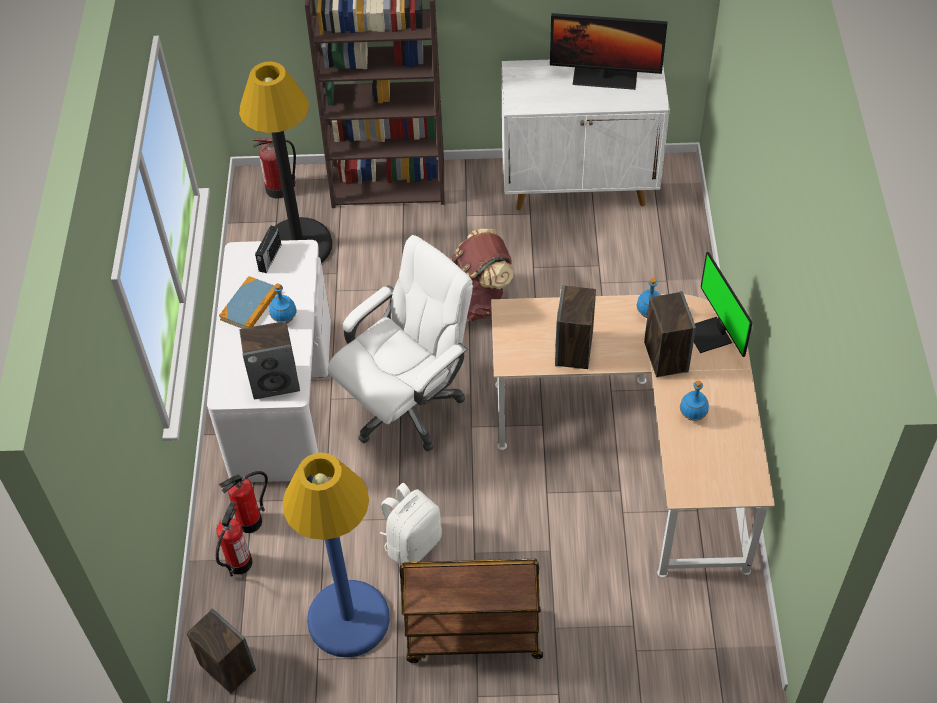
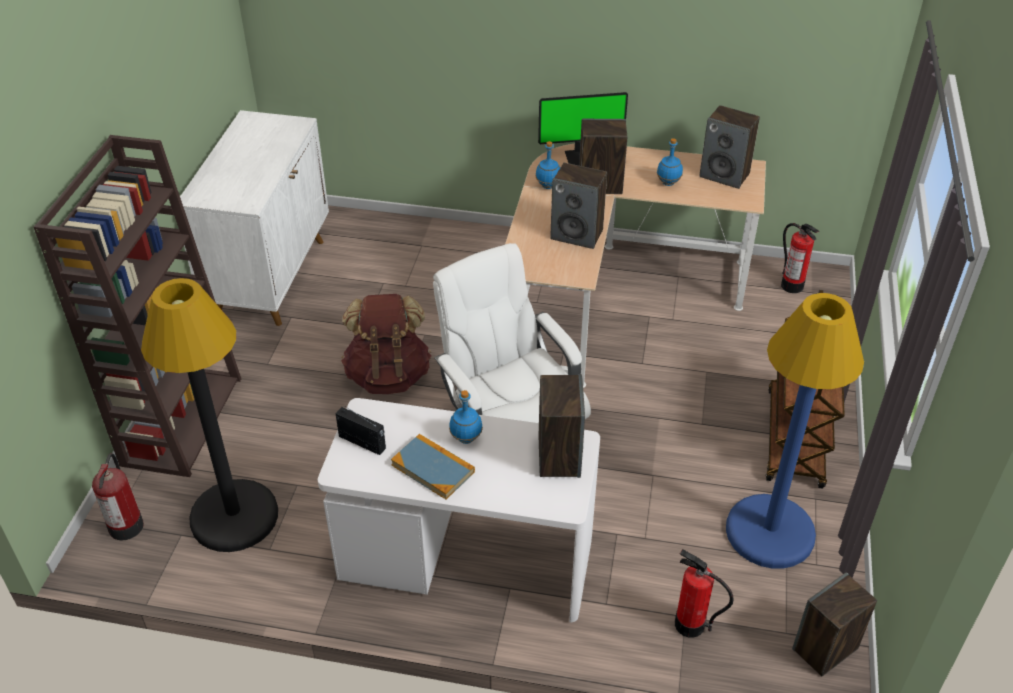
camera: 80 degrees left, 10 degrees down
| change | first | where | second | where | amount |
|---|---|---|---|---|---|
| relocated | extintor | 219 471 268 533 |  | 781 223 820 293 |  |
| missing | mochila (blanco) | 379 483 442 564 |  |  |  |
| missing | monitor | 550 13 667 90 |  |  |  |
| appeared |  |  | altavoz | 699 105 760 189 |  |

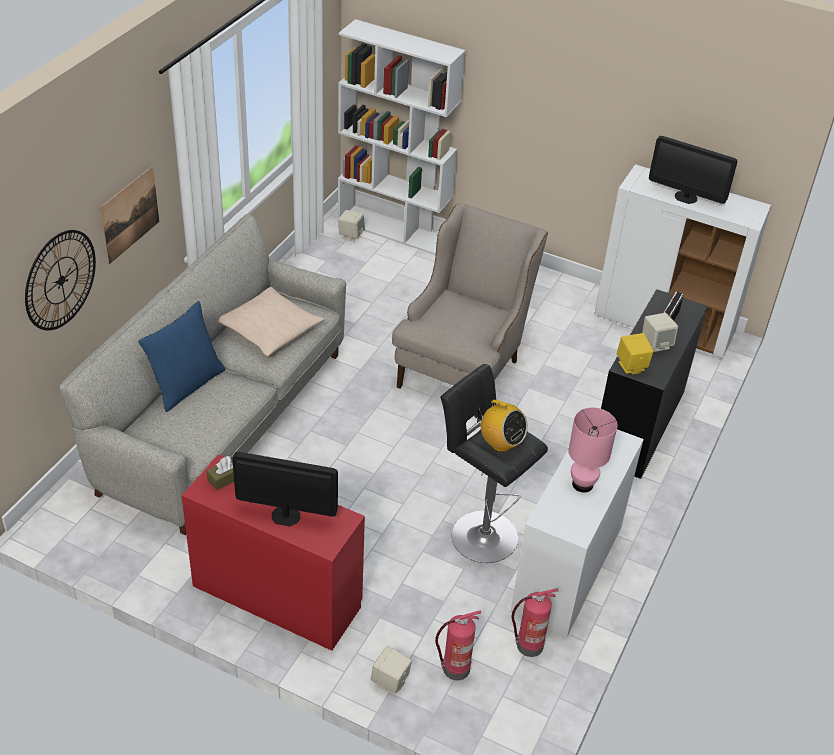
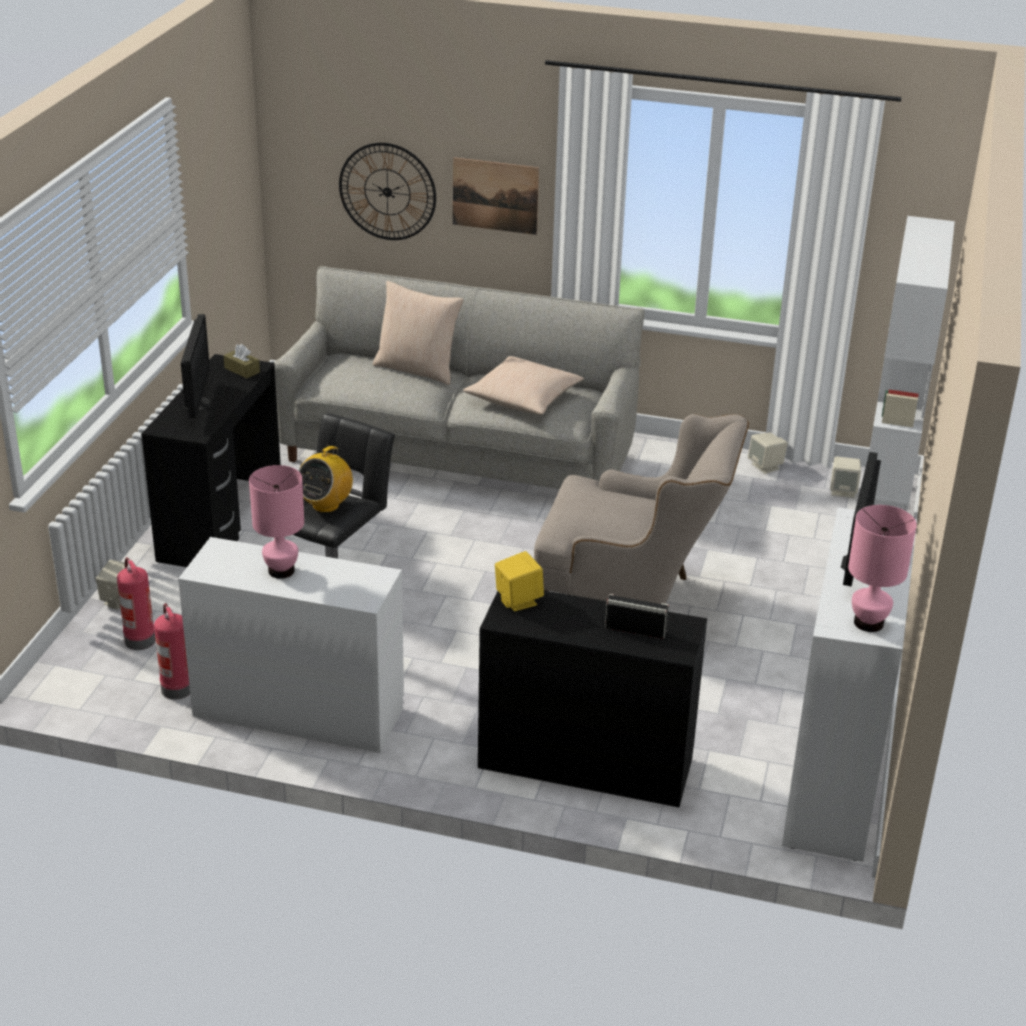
camera: 80 degrees right, 10 degrees down
| change | first | where | second | where | amount |
|---|---|---|---|---|---|
| colour | cojín (azul) | 138 301 225 412 | cojín (beis) | 373 281 464 385 |  |
| colour | escritorio (rojo) | 182 454 365 651 | escritorio (negro) | 141 354 281 567 |  |
| relocated | altavoz (beis) | 642 313 678 352 |  | 748 432 788 474 |  |
| appeared |  |  | lámpara de mesa (rosa) | 848 505 917 632 |  |

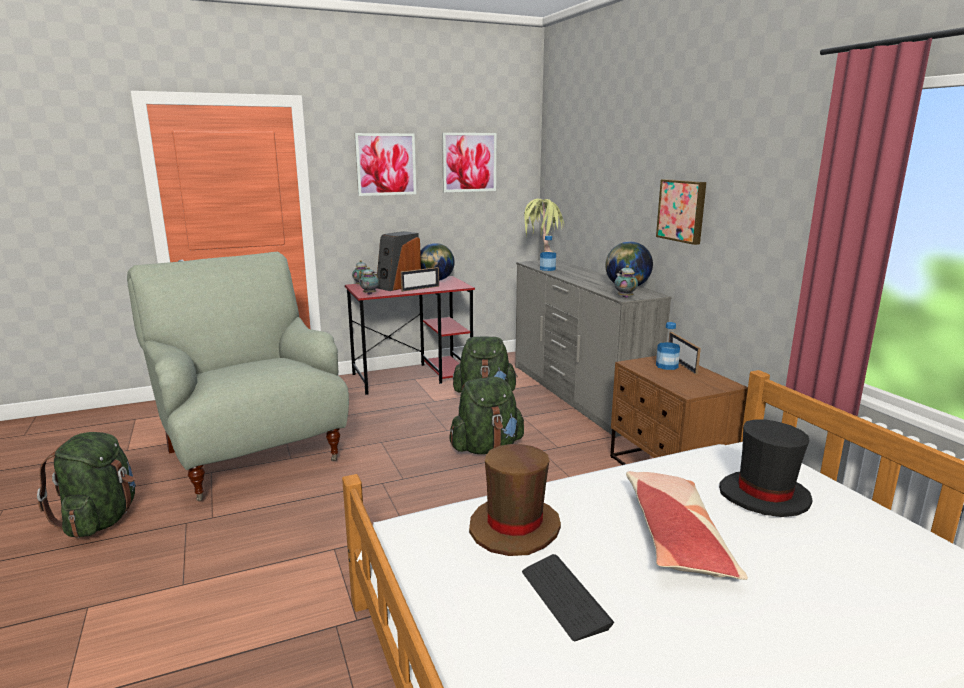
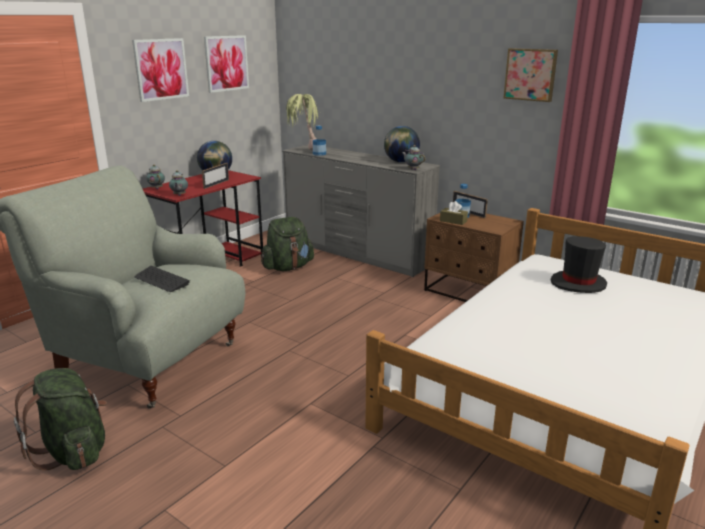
camera: 30 degrees left, 5 degrees up
| change | first | where | second | where | amount |
|---|---|---|---|---|---|
| missing | altavoz | 377 231 421 291 |  |  |  |
| missing | mochila (verde) | 449 377 524 454 |  |  |  |
| missing | sombrero (marrón) | 469 444 561 556 |  |  |  |
| relocated | teclado | 522 554 614 641 |  | 134 266 190 292 |  |
| missing | cojín | 626 471 748 580 |  |  |  |
| relocated | cuadro | 656 179 706 245 |  | 504 48 558 102 |  |
| appeared |  |  | caja de pañuelos (marrón) | 440 201 468 225 |  |

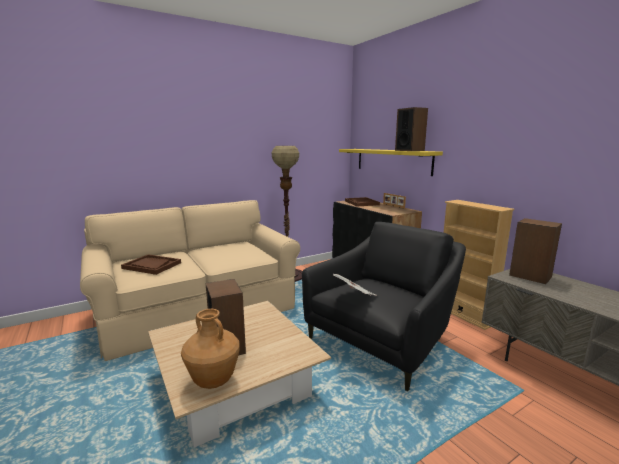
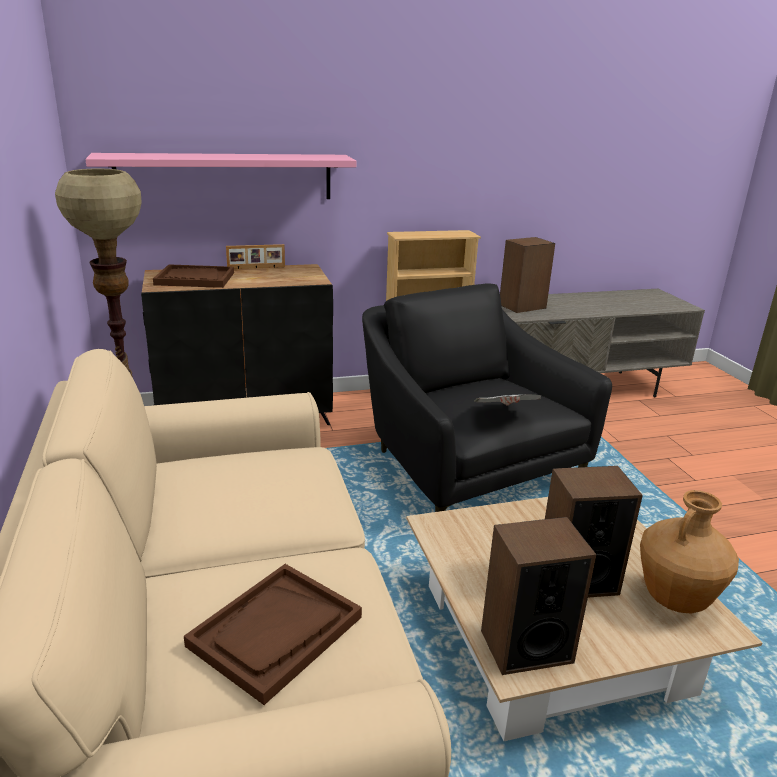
camera: 75 degrees left, 10 degrees up
| change | first | where | second | where | amount |
|---|---|---|---|---|---|
| colour | estante (amarillo) | 339 149 443 176 | estante (rosa) | 85 153 356 199 |  |
| relocated | altavoz | 395 107 428 151 |  | 481 517 596 675 |  |

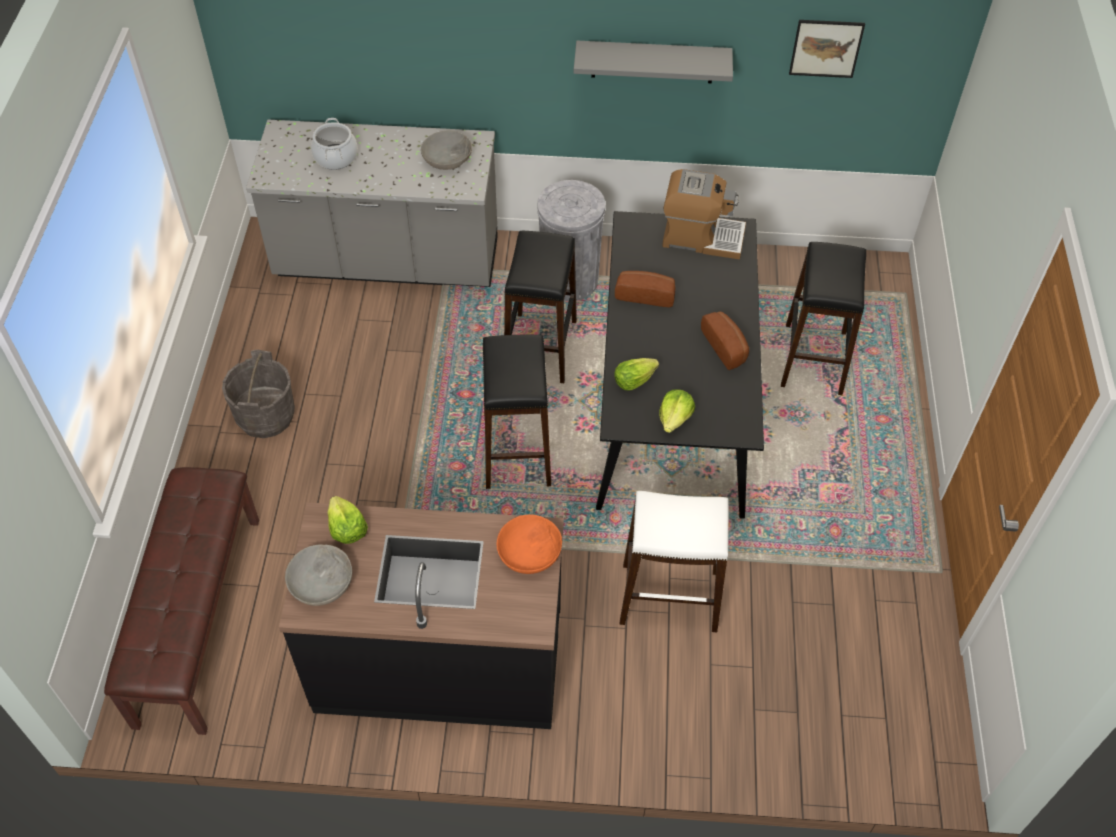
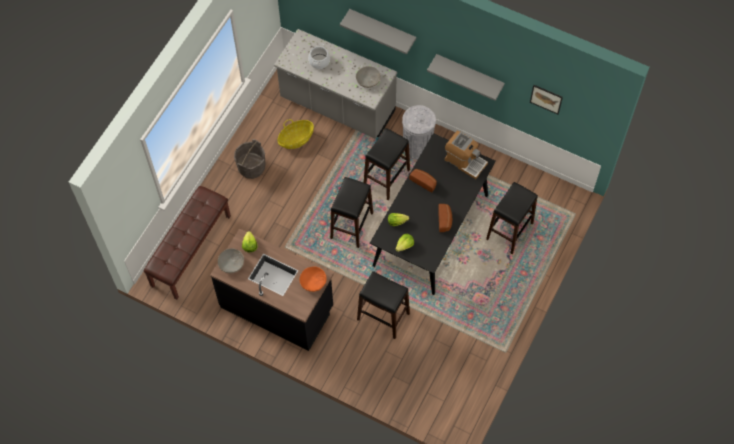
camera: 25 degrees right, 10 degrees up
| change | first | where | second | where | amount |
|---|---|---|---|---|---|
| colour | taburete (blanco) | 620 491 729 632 | taburete (negro) | 357 271 410 339 |  |
| appeared |  |  | cesta | 278 119 314 149 |  |
| appeared |  |  | estante (gris) | 340 9 416 55 |  |

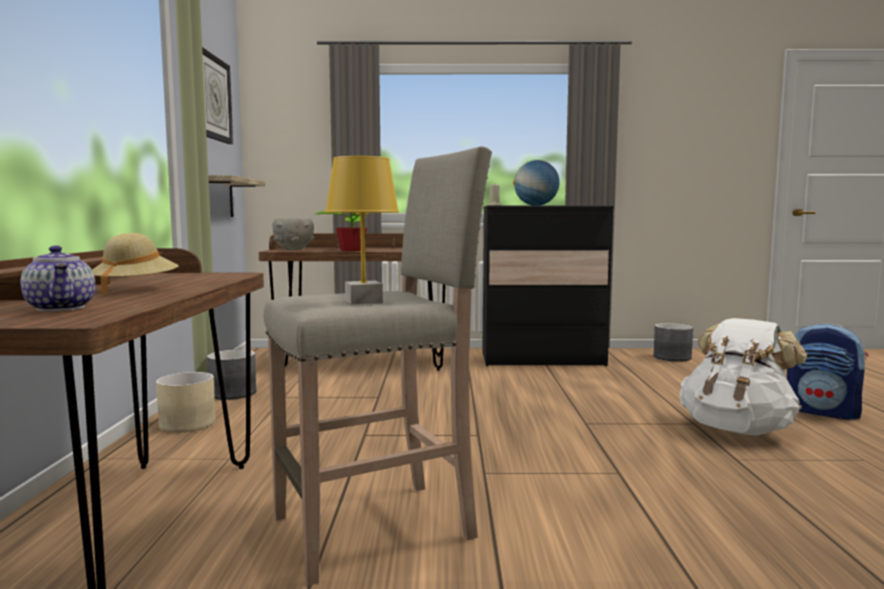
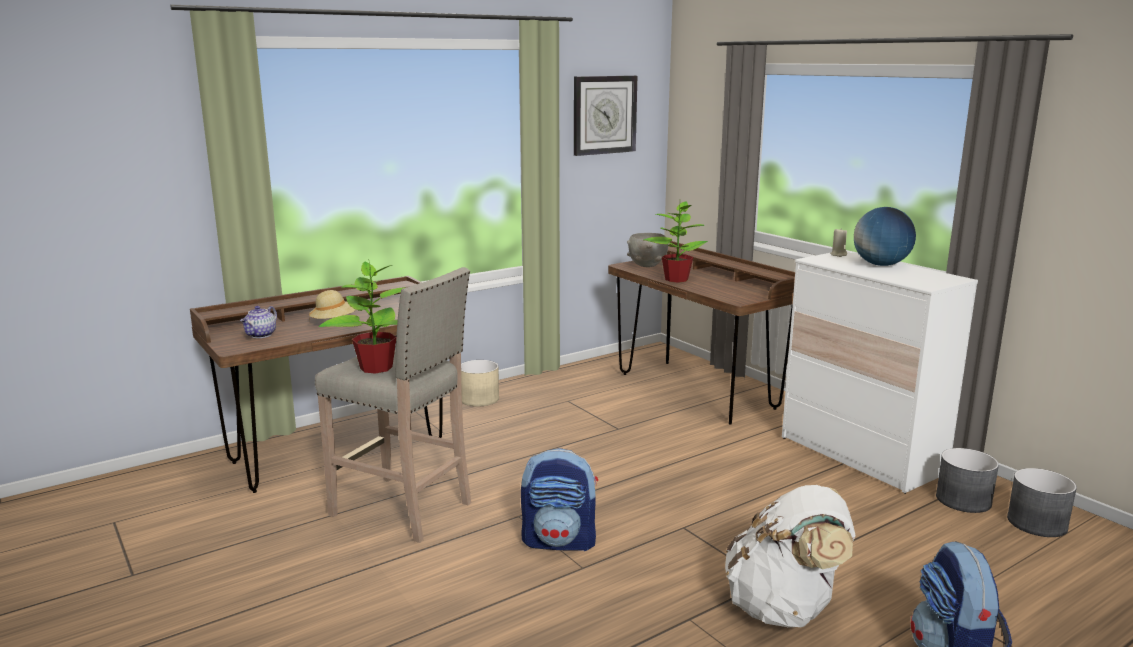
camera: 55 degrees right, 10 degrees up
| change | first | where | second | where | amount |
|---|---|---|---|---|---|
| relocated | maceta (gris) | 207 350 256 400 |  | 936 448 999 513 |  |
| missing | estante | 208 175 266 217 |  |  |  |
| exchanged | lámpara de mesa (amarillo) | 325 156 399 304 | planta en maceta | 319 259 403 374 |  |
| colour | cómoda (negro) | 482 206 614 366 | cómoda (blanco) | 782 252 978 494 |  |
| appeared |  |  | mochila | 521 448 598 551 |  |

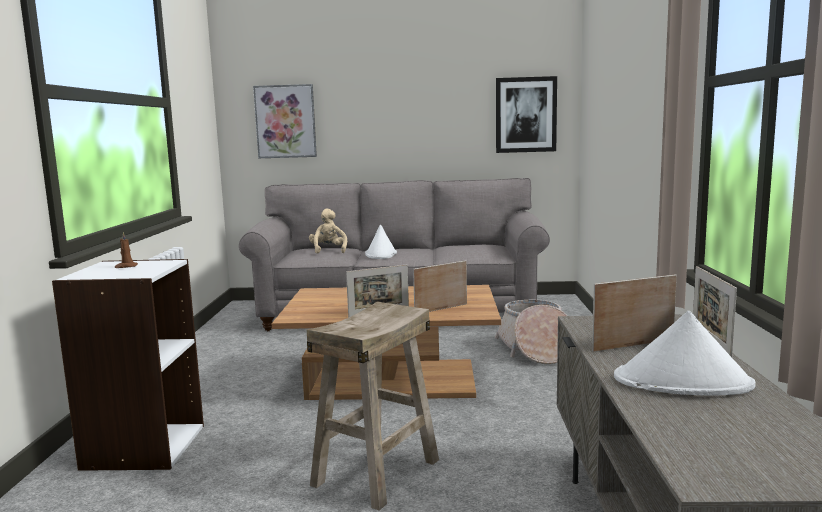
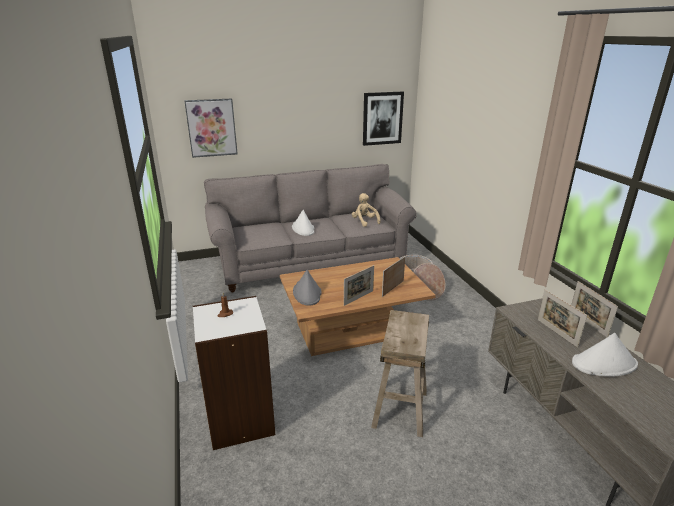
camera: 20 degrees left, 15 degrees up
| change | first | where | second | where | amount |
|---|---|---|---|---|---|
| relocated | peluche (beis) | 309 208 347 254 |  | 352 193 381 227 |  |
| spun | portarretratos | 592 274 677 352 |  | 538 289 587 348 | 75 degrees counterclockwise |
| appeared |  |  | sombrero (gris) | 293 270 322 306 |  |

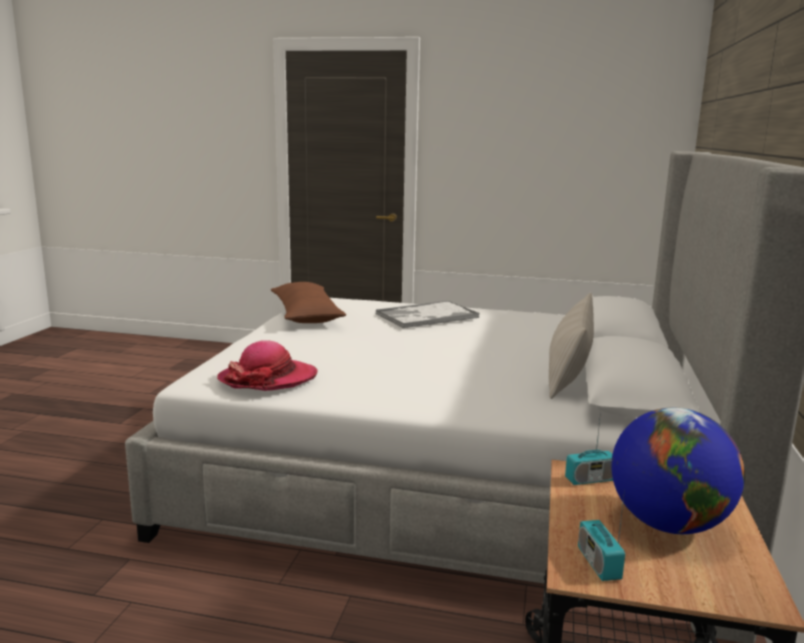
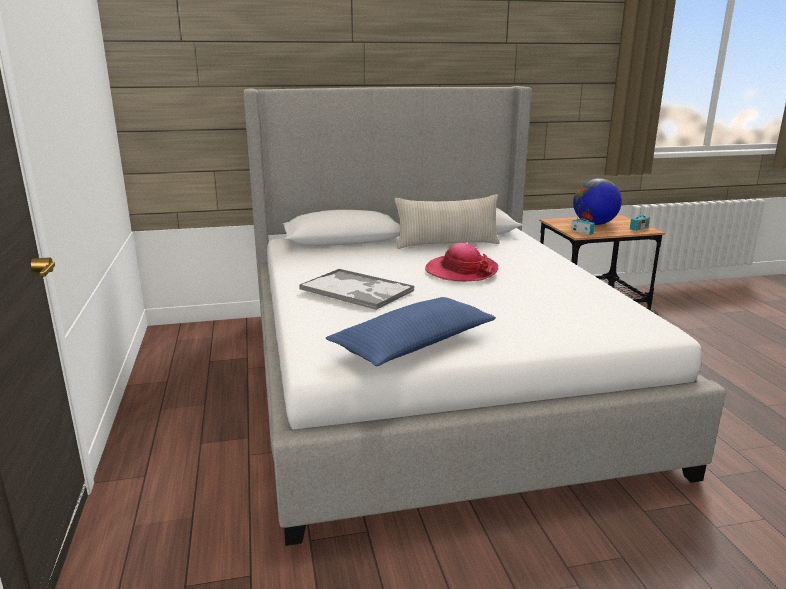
camera: 115 degrees left, 5 degrees up
| change | first | where | second | where | amount |
|---|---|---|---|---|---|
| relocated | sombrero | 217 340 317 391 |  | 425 243 498 281 |  |
| colour | cojín (marrón) | 271 282 346 323 | cojín (azul) | 326 297 496 366 |  |

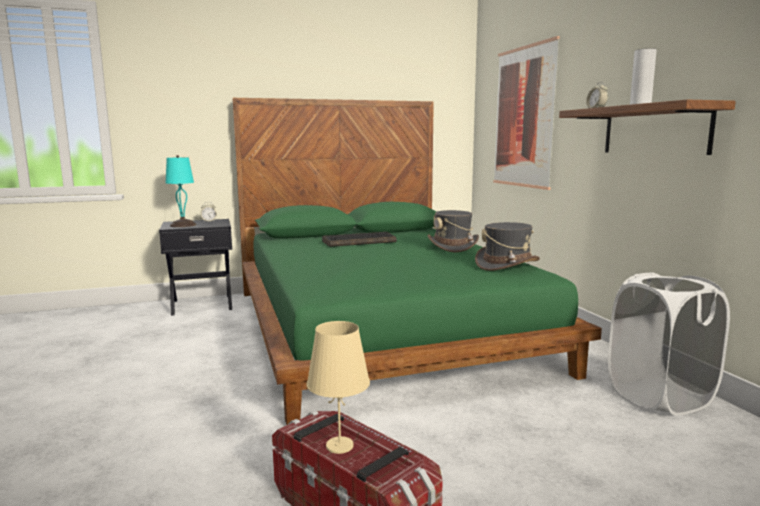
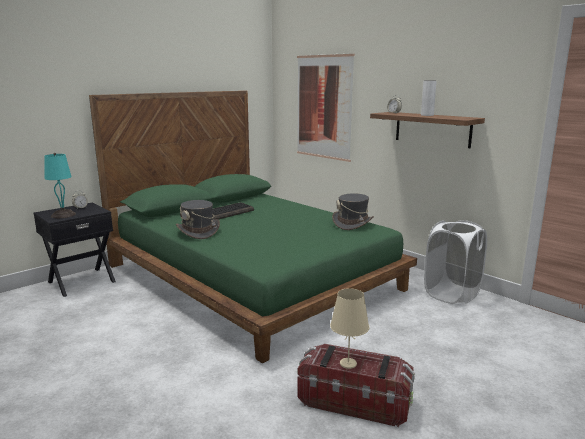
camera: 25 degrees left, 5 degrees up
| change | first | where | second | where | amount |
|---|---|---|---|---|---|
| relocated | sombrero (gris) | 427 210 479 252 |  | 176 200 220 239 |  |

